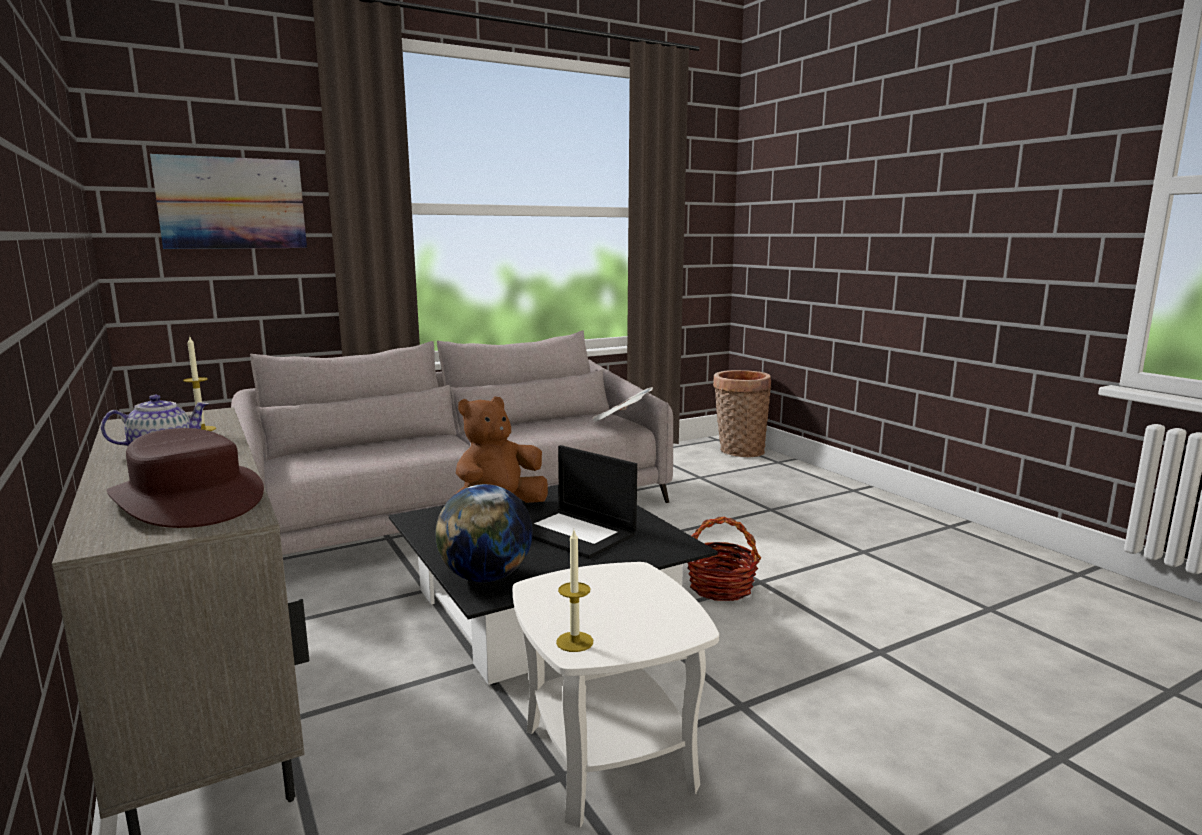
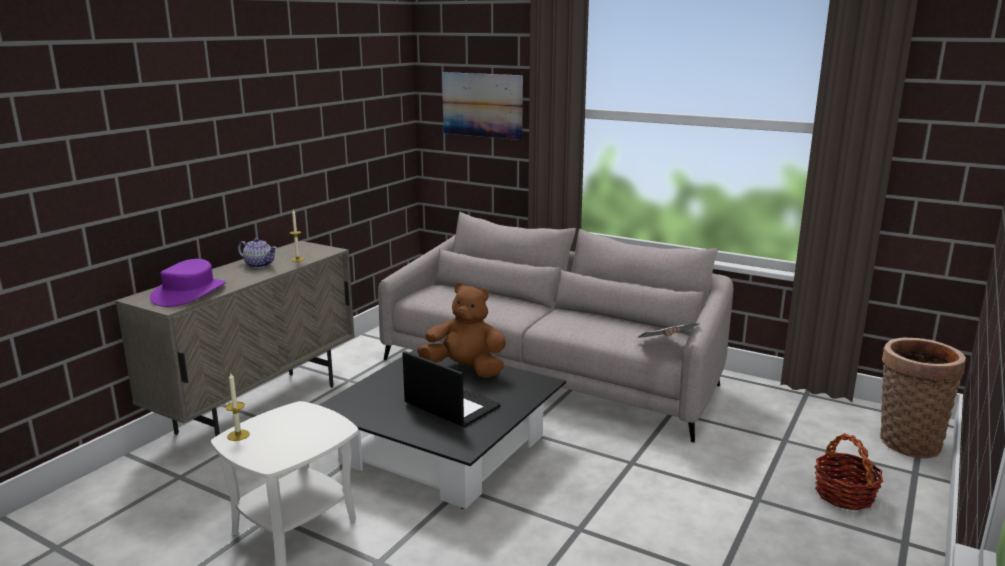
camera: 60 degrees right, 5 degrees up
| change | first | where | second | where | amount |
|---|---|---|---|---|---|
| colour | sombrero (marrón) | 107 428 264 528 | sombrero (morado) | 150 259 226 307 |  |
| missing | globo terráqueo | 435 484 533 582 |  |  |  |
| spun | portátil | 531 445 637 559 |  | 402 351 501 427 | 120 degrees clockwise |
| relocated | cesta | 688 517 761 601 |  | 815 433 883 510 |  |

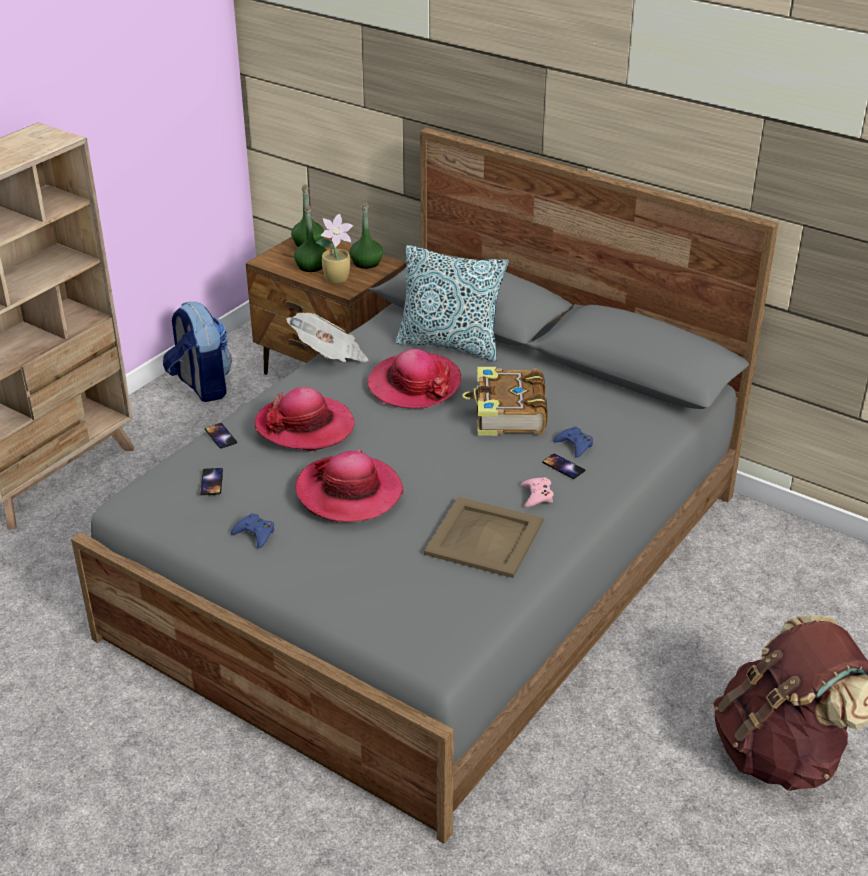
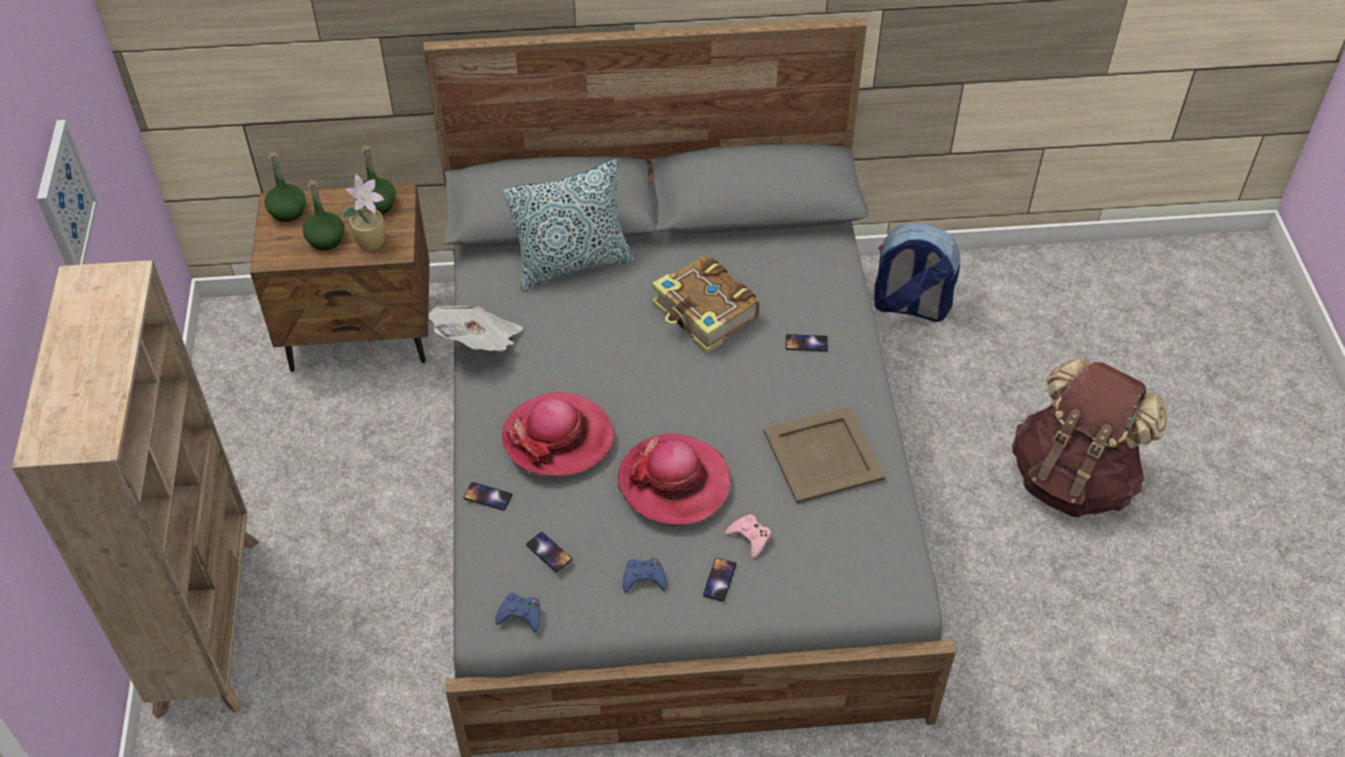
camera: 40 degrees left, 15 degrees up
| change | first | where | second | where | amount |
|---|---|---|---|---|---|
| relocated | mochila | 163 302 232 402 |  | 874 223 960 322 |  |
| missing | sombrero | 367 349 461 409 |  |  |  |
| relocated | mando de consola (rosa) | 521 477 553 507 |  | 725 515 771 558 |  |
| relocated | mando de consola (azul) | 553 426 593 458 |  | 495 593 540 633 |  |
| appeared |  |  | cuadro | 37 120 98 265 |  |
| appeared |  |  | móvil | 703 558 736 602 |  |

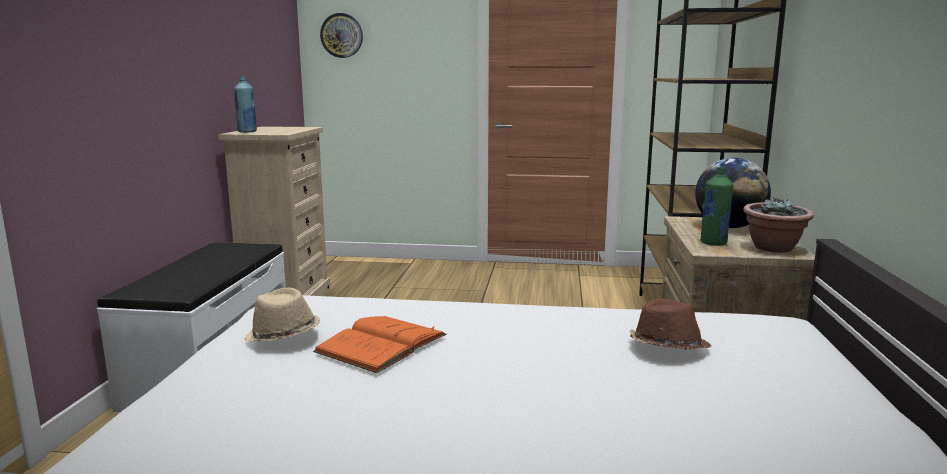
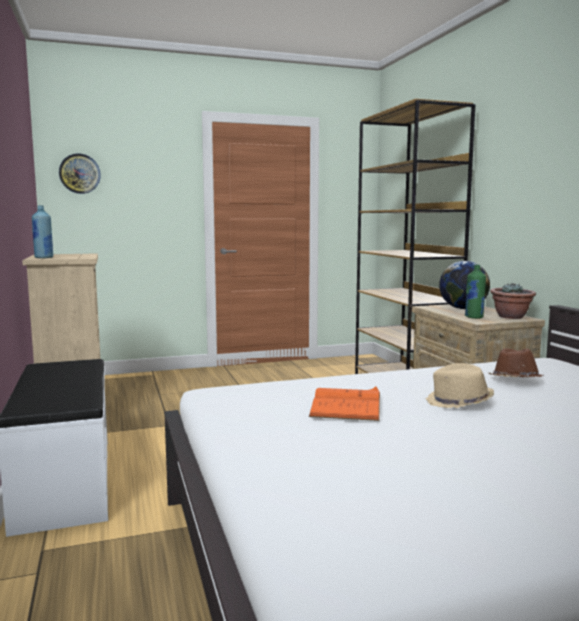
camera: 25 degrees left, 5 degrees down
| change | first | where | second | where | amount |
|---|---|---|---|---|---|
| relocated | sombrero (beis) | 244 288 320 342 |  | 425 363 494 408 |  |

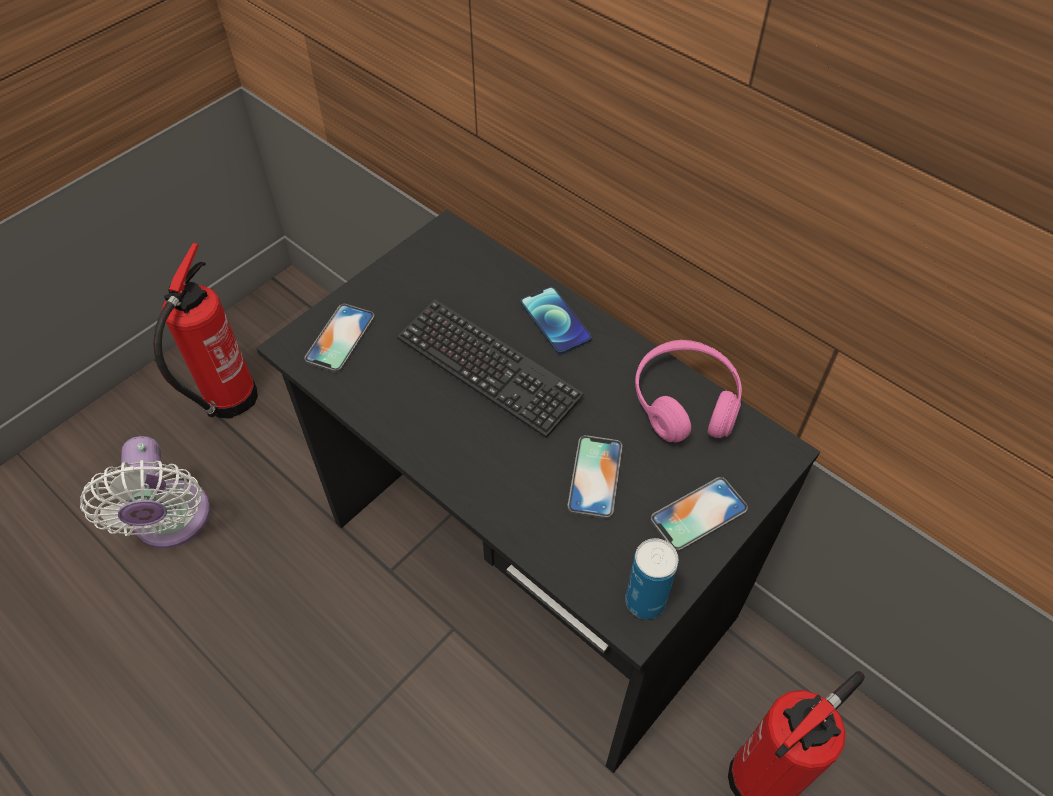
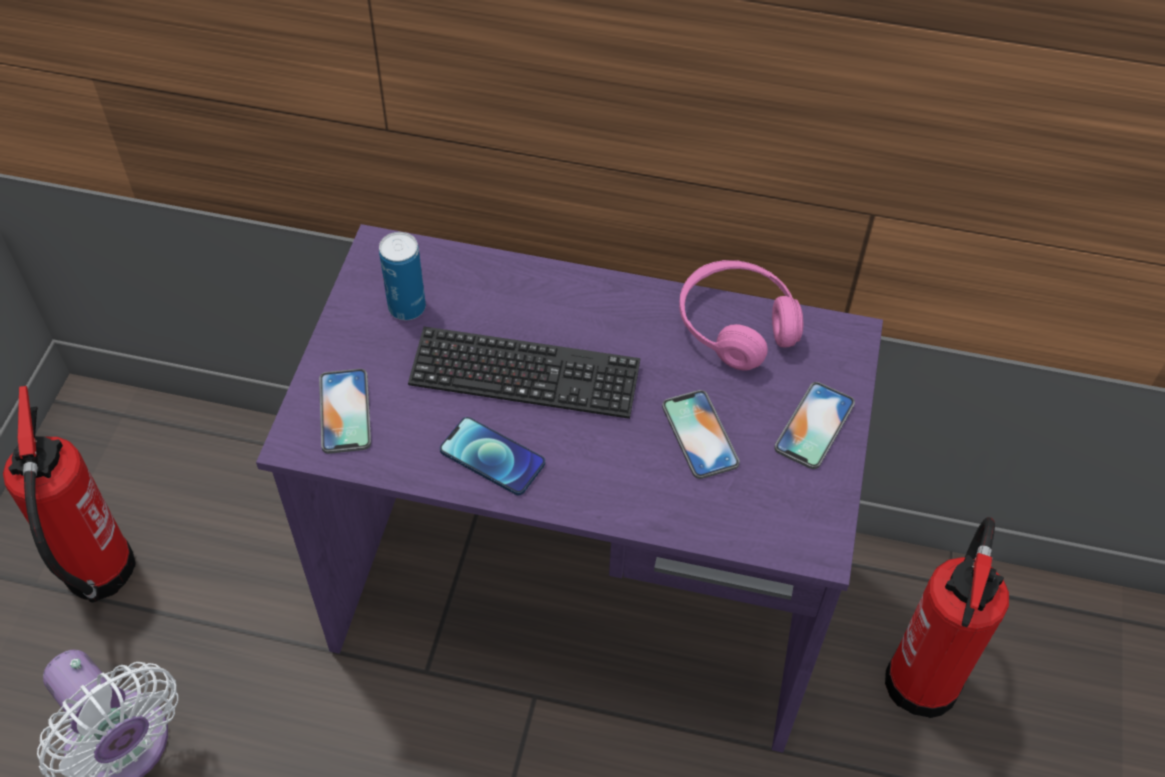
camera: 30 degrees left, 0 degrees up
| change | first | where | second | where | amount |
|---|---|---|---|---|---|
| colour | escritorio (negro) | 256 210 820 773 | escritorio (morado) | 256 224 883 753 |  |
| relocated | móvil | 521 287 592 354 |  | 440 417 545 495 |  |
| relocated | lata | 625 538 678 619 |  | 379 232 426 320 |  |

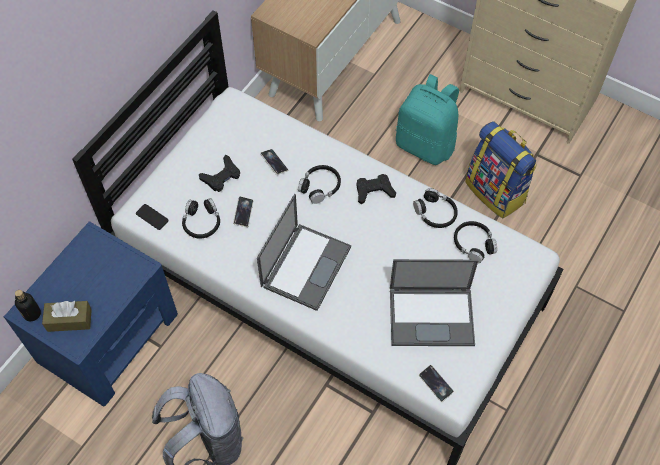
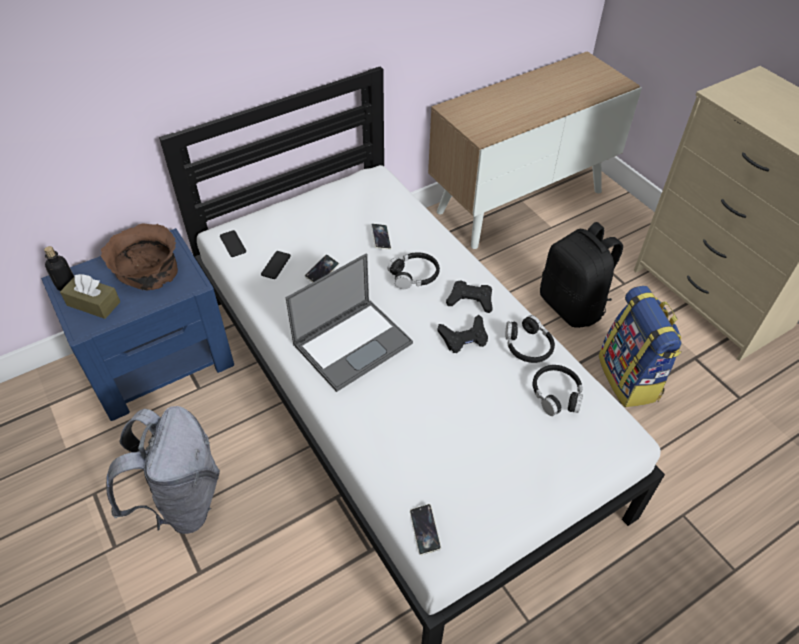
camera: 25 degrees right, 10 degrees down
| change | first | where | second | where | amount |
|---|---|---|---|---|---|
| exchanged | auriculares (negro) | 182 198 220 239 | móvil | 261 251 291 279 |  |
| relocated | mando de consola (negro) | 199 155 240 192 |  | 437 315 488 353 |  |
| missing | portátil | 390 259 478 346 |  |  |  |
| colour | mochila (turquesa) | 396 74 459 165 | mochila (negro) | 540 222 623 328 |  |
| appeared |  |  | cuenco (marrón) | 101 223 178 291 |  |

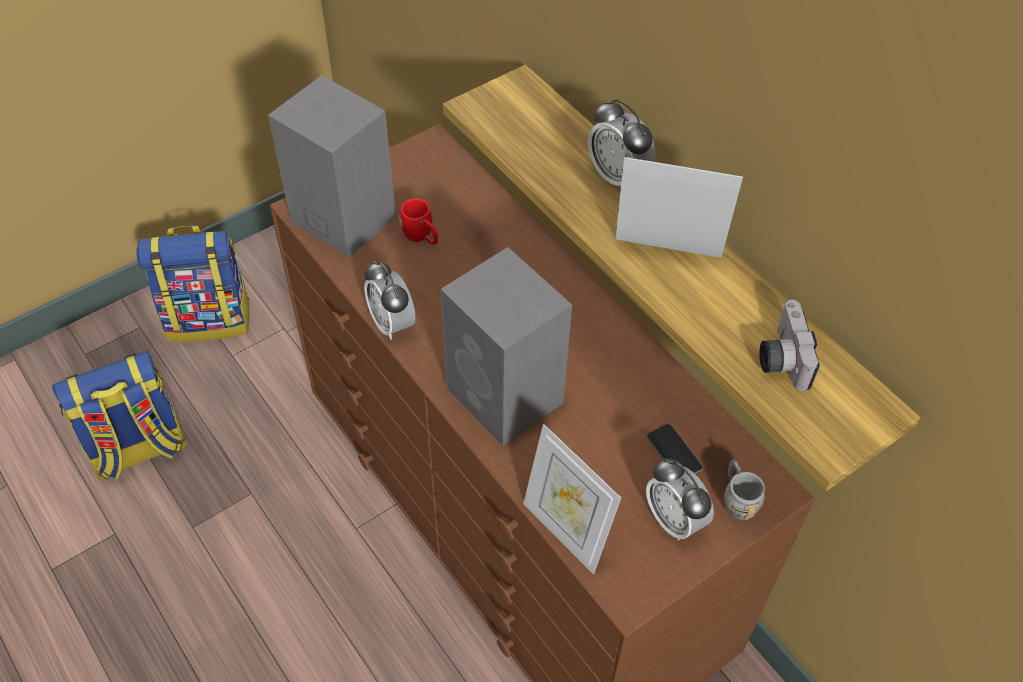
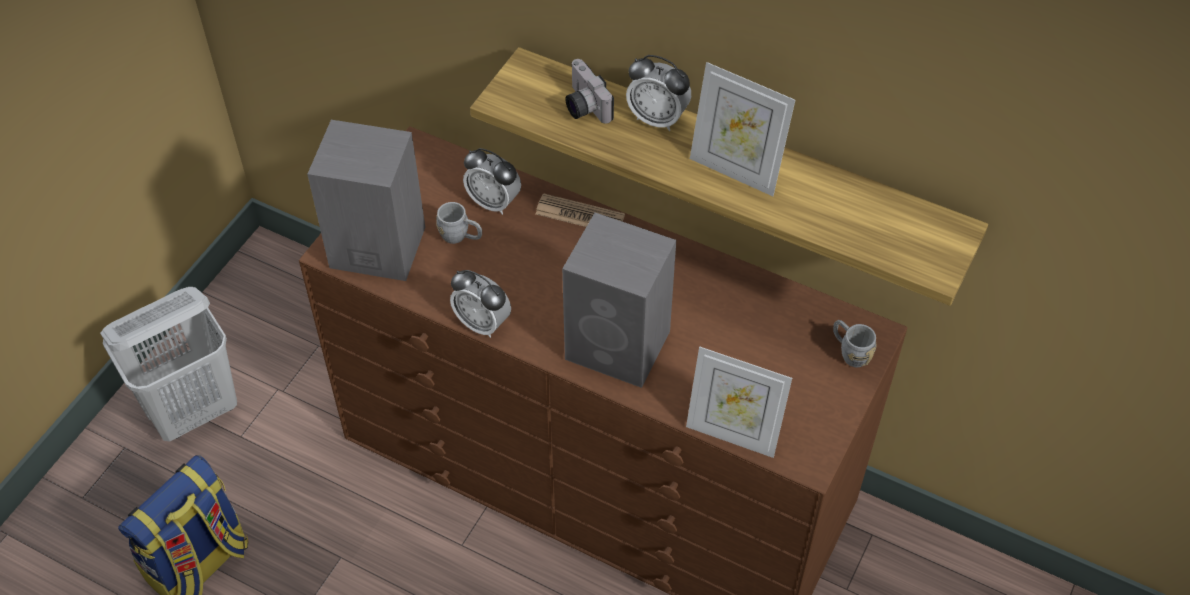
camera: 25 degrees left, 0 degrees up
| change | first | where | second | where | amount |
|---|---|---|---|---|---|
| exchanged | mochila | 136 226 250 342 | cesto de la ropa (blanco) | 100 287 237 441 |  |
| colour | taza grande (rojo) | 399 199 438 245 | taza grande (gris) | 436 202 482 244 |  |
| spun | portarretratos | 616 157 743 258 |  | 690 62 795 196 | 135 degrees counterclockwise |
| relocated | despertador | 646 458 714 541 |  | 463 148 521 215 |  |
| missing | móvil | 647 424 702 474 |  |  |  |
| relocated | cámara | 759 300 820 391 |  | 565 59 614 124 |  |
| appeared |  |  | periódico | 535 193 625 227 |  |

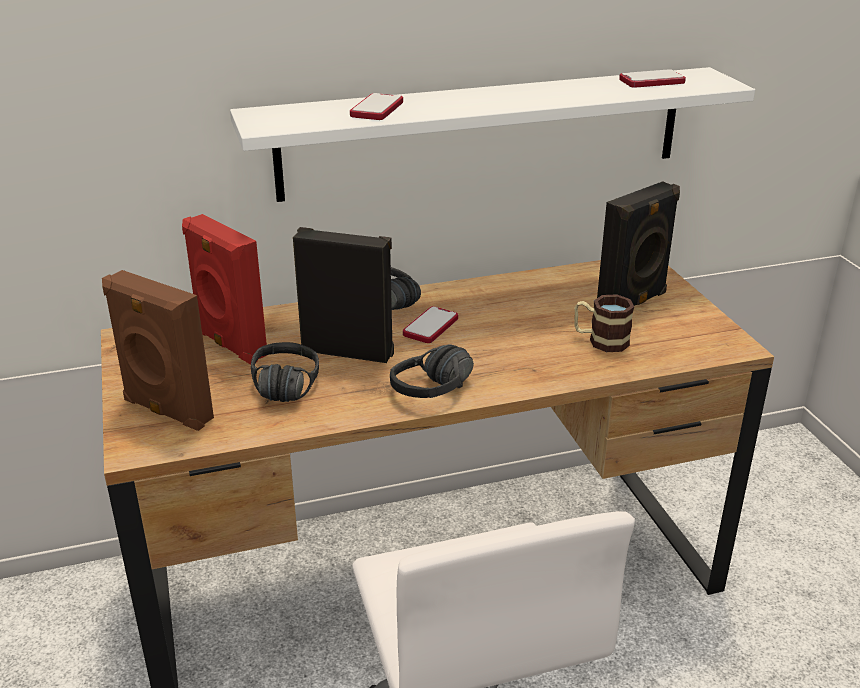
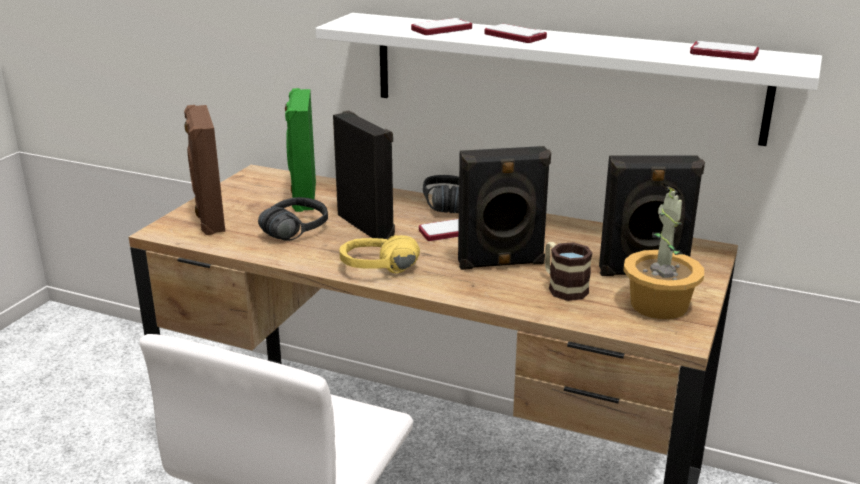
camera: 40 degrees right, 5 degrees down
| change | first | where | second | where | amount |
|---|---|---|---|---|---|
| colour | altavoz (rojo) | 182 214 267 365 | altavoz (verde) | 285 88 316 212 |  |
| colour | auriculares (negro) | 390 345 474 398 | auriculares (amarillo) | 339 235 420 273 |  |
| appeared |  |  | altavoz (negro) | 458 146 551 270 |  |
| appeared |  |  | móvil | 485 24 547 43 |  |
| appeared |  |  | planta en maceta | 623 183 704 320 |  |

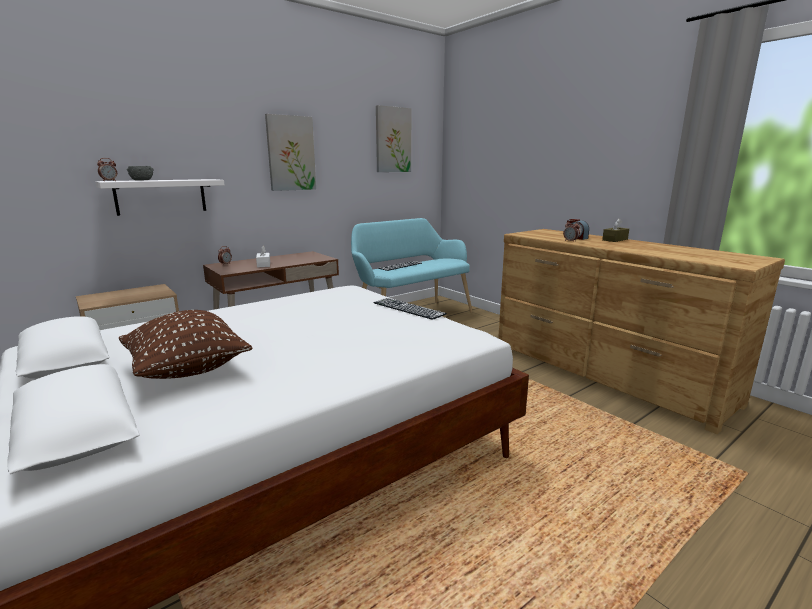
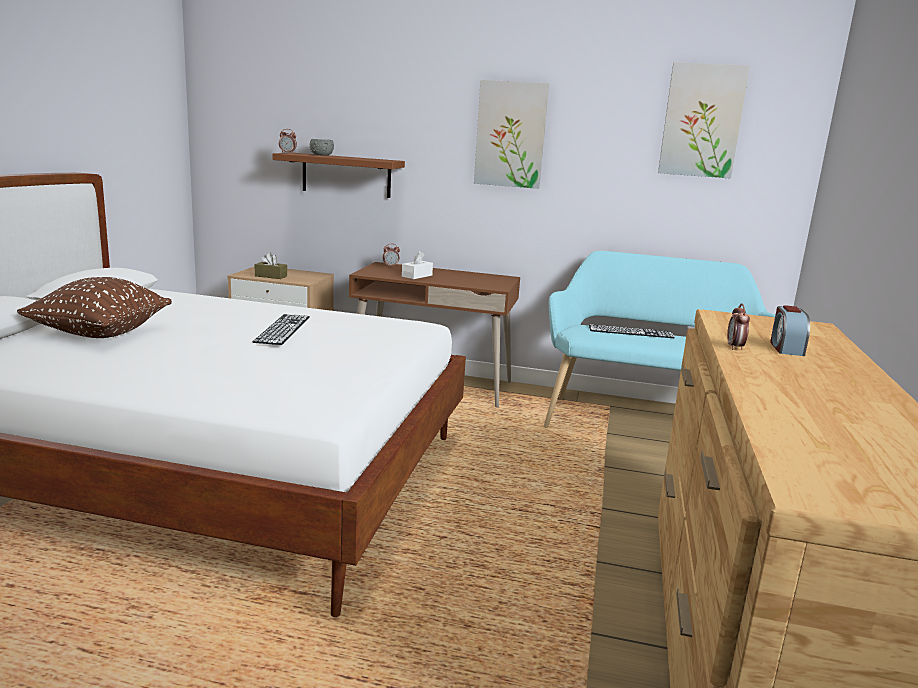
camera: 50 degrees right, 0 degrees up
| change | first | where | second | where | amount |
|---|---|---|---|---|---|
| colour | estante (blanco) | 96 179 224 216 | estante (marrón) | 273 153 405 198 |  |
| relocated | teclado | 373 298 447 320 |  | 252 314 310 345 |  |
| relocated | caja de pañuelos (marrón) | 602 218 629 242 |  | 255 253 287 279 |  |

